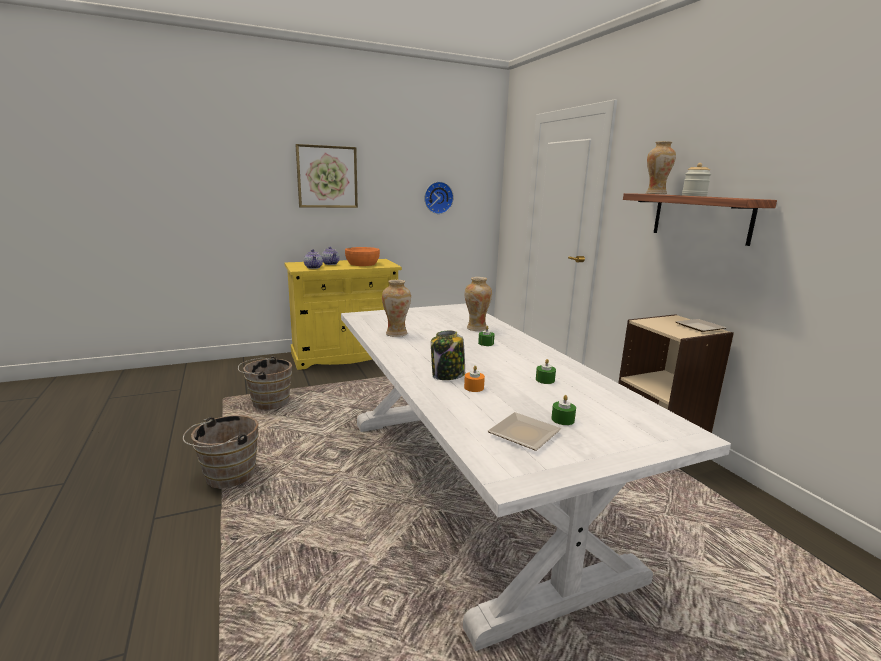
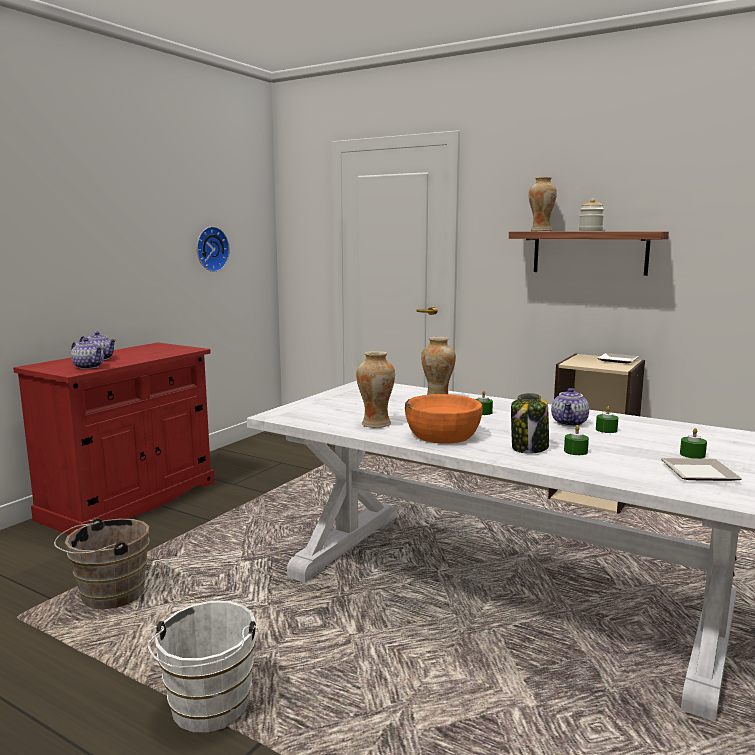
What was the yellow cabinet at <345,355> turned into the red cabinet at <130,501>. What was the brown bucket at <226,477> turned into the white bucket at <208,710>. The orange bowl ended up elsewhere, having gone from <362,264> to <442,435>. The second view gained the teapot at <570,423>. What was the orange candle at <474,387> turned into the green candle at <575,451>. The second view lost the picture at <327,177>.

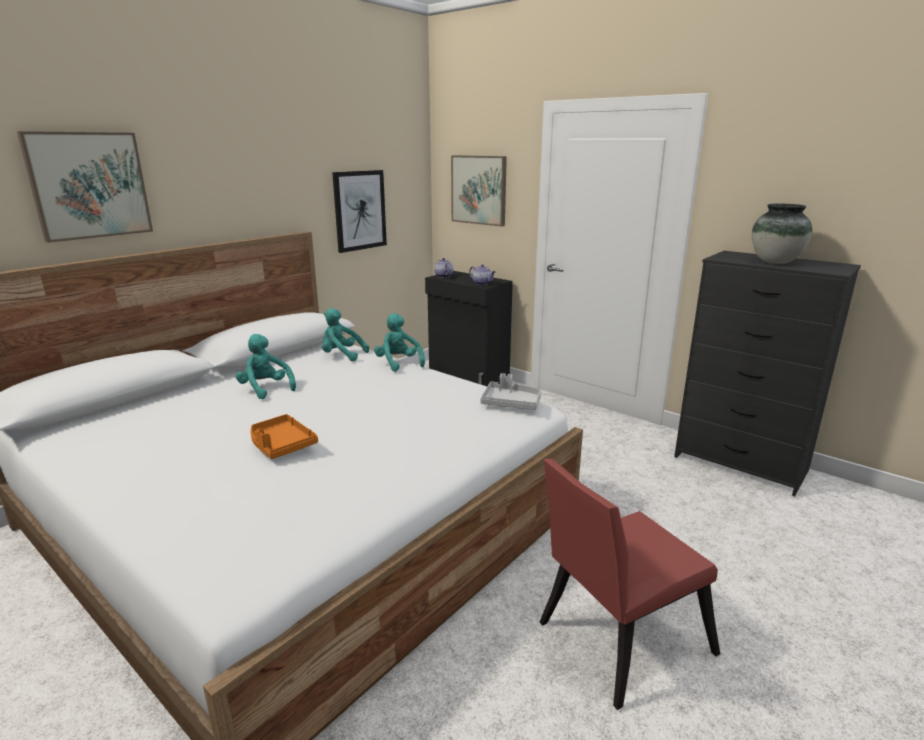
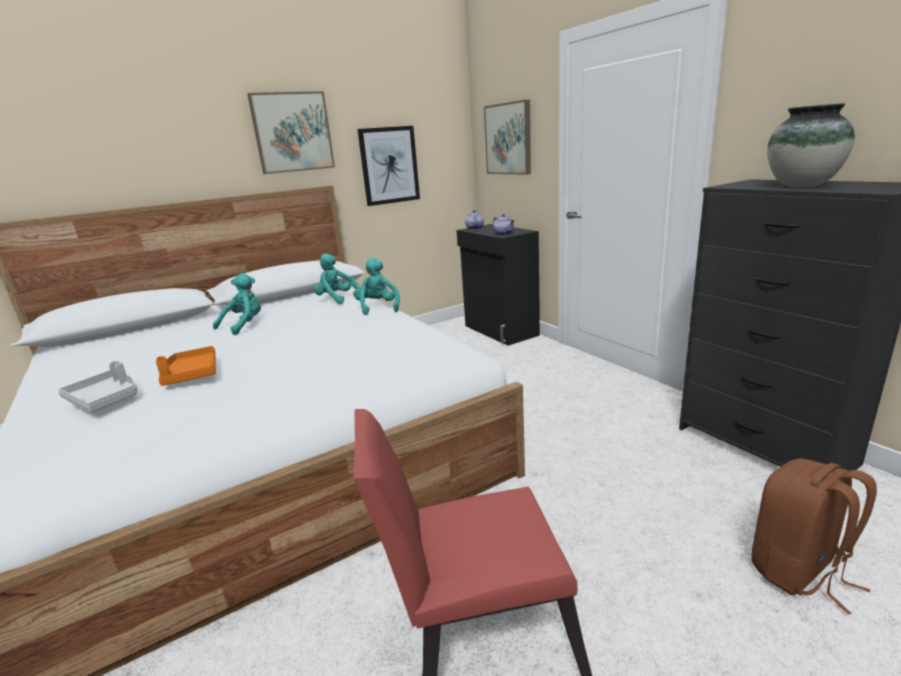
The grey tray ended up elsewhere, having gone from <511,403> to <106,399>. The turquoise plush toy at <265,389> ended up facing another way, 60 degrees clockwise from before. The picture ended up elsewhere, having gone from <89,185> to <292,132>. The second view gained the brown backpack at <799,571>.

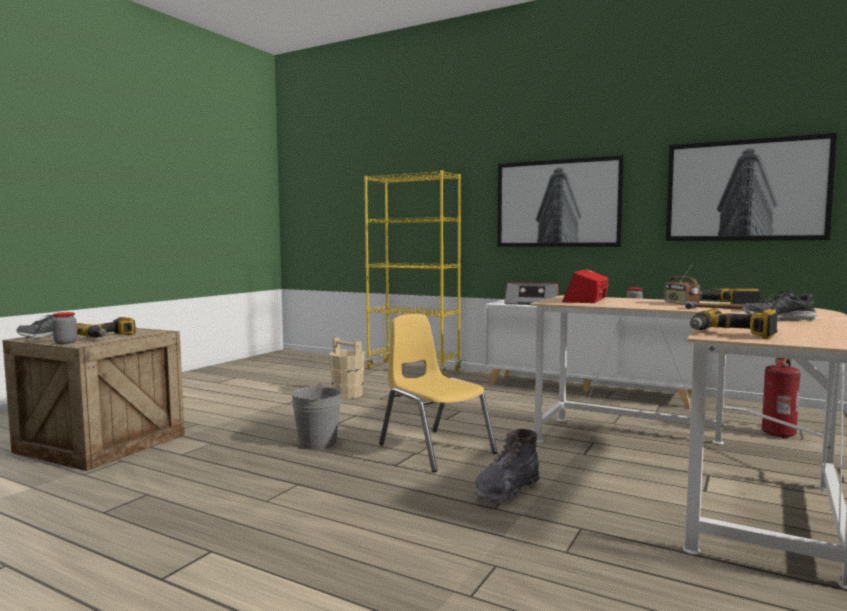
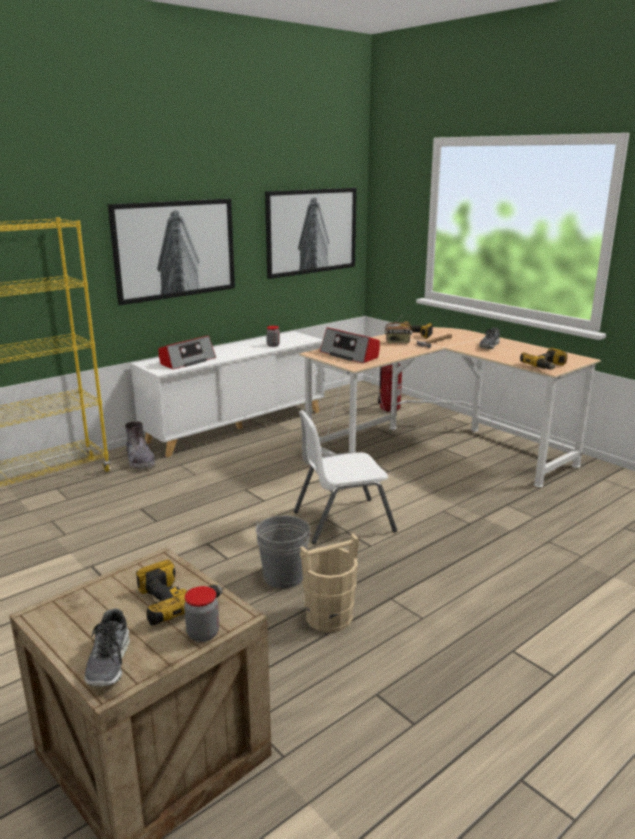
The grey boot ended up elsewhere, having gone from <506,491> to <140,461>. What was the yellow chair at <435,449> turned into the white chair at <342,521>. The beige bucket ended up elsewhere, having gone from <347,394> to <328,617>.

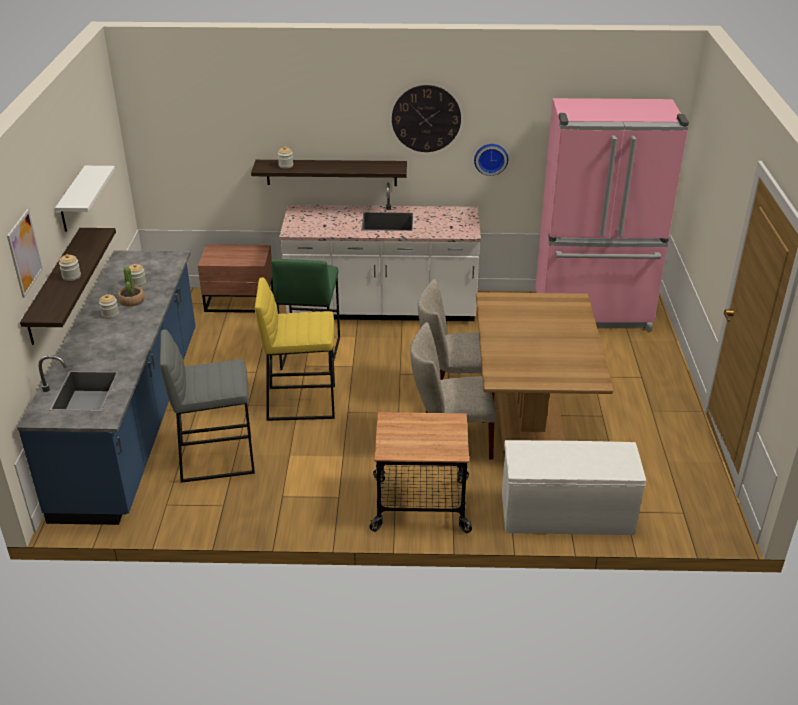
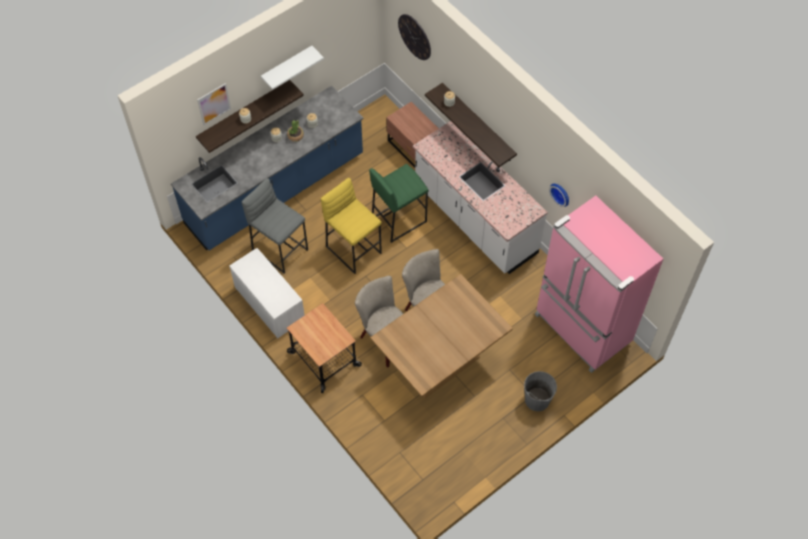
The white bench ended up elsewhere, having gone from <565,514> to <268,303>. The wall clock ended up elsewhere, having gone from <426,118> to <414,37>. The second view gained the grey bucket at <537,400>.

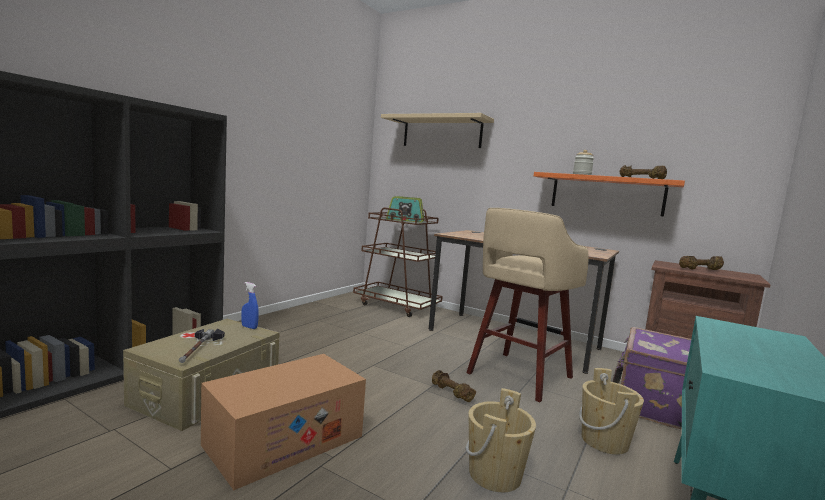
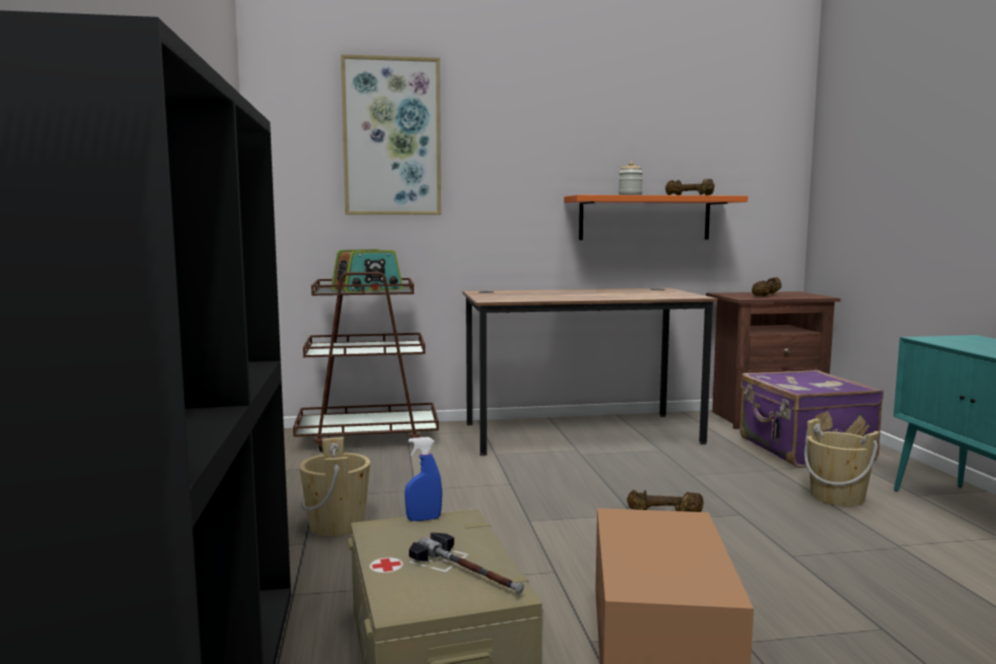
The beige bucket ended up elsewhere, having gone from <495,474> to <337,525>. Where the beige shelf hung at <442,133>, the picture came to hang at <392,137>. The second view lost the beige stool at <517,376>.

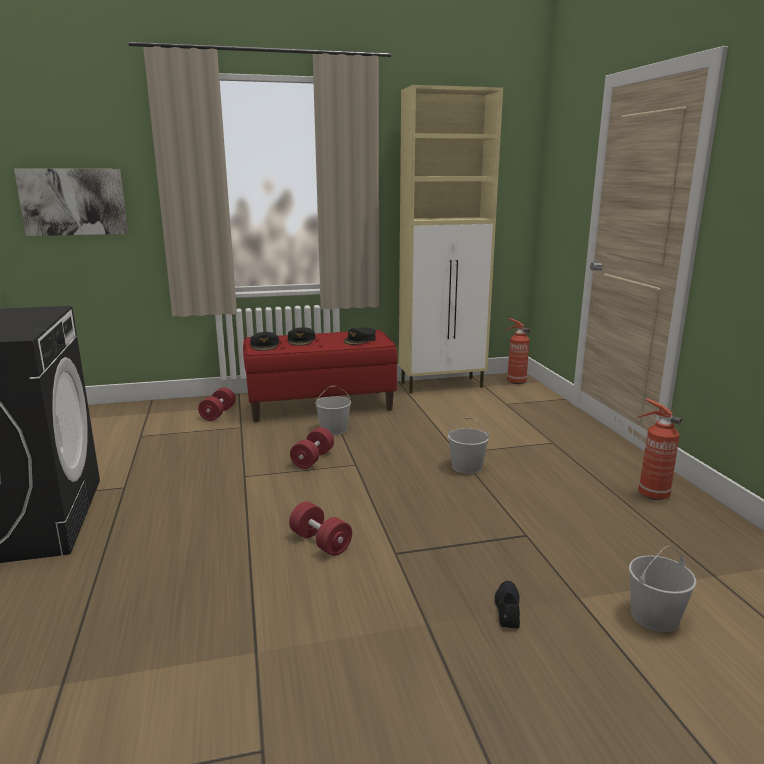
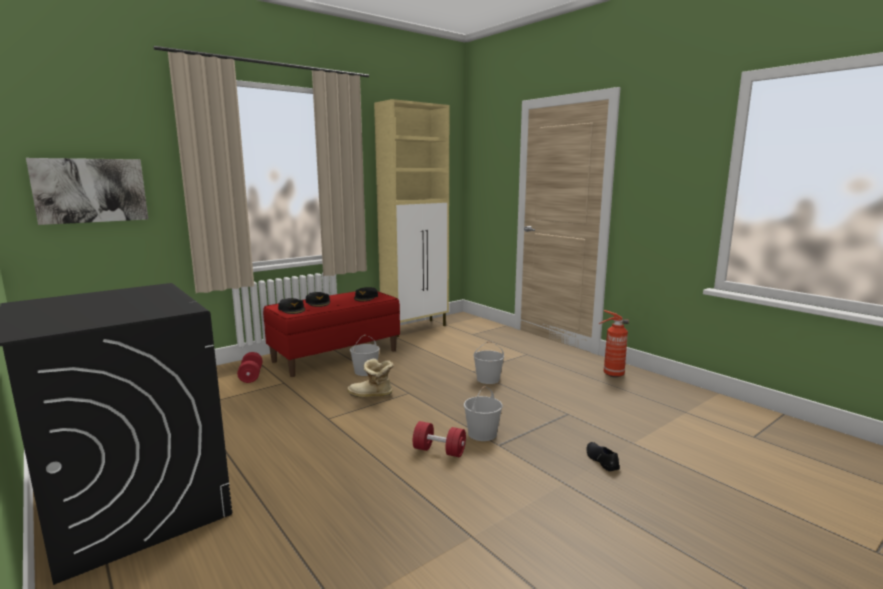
Where the red dumbbell stood at <313,459>, the boot came to stand at <371,395>. The white bucket ended up elsewhere, having gone from <655,615> to <482,433>. The second view lost the fire extinguisher at <515,381>.

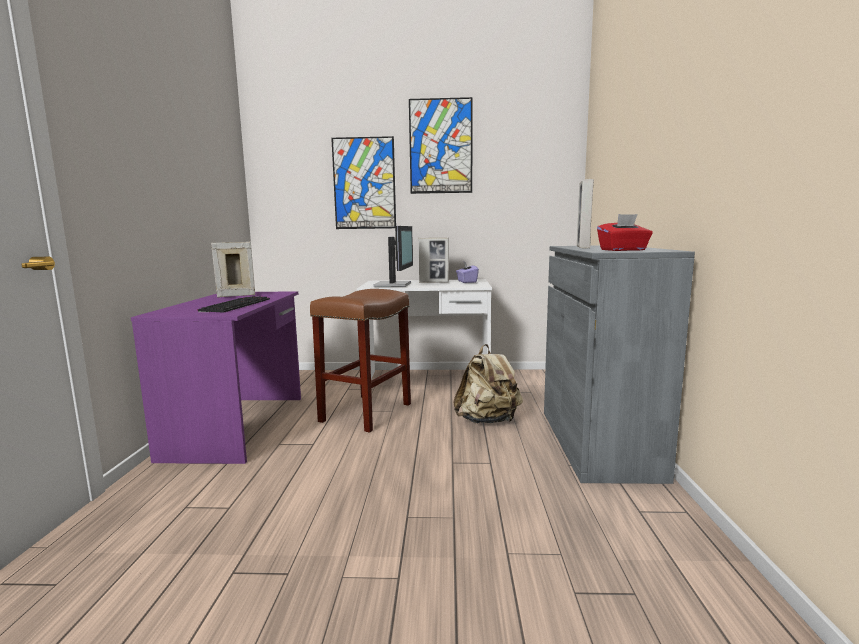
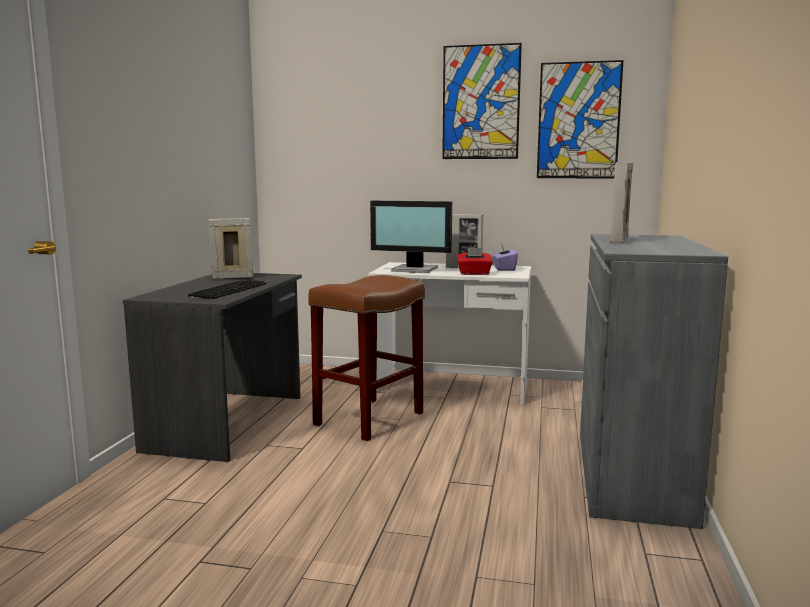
What was the purple desk at <240,425> turned into the grey desk at <229,422>. The monitor at <394,284> ended up facing another way, 90 degrees clockwise from before. The red tissue box ended up elsewhere, having gone from <623,250> to <474,273>. The picture ended up elsewhere, having gone from <364,183> to <578,121>. The second view lost the beige backpack at <488,421>.

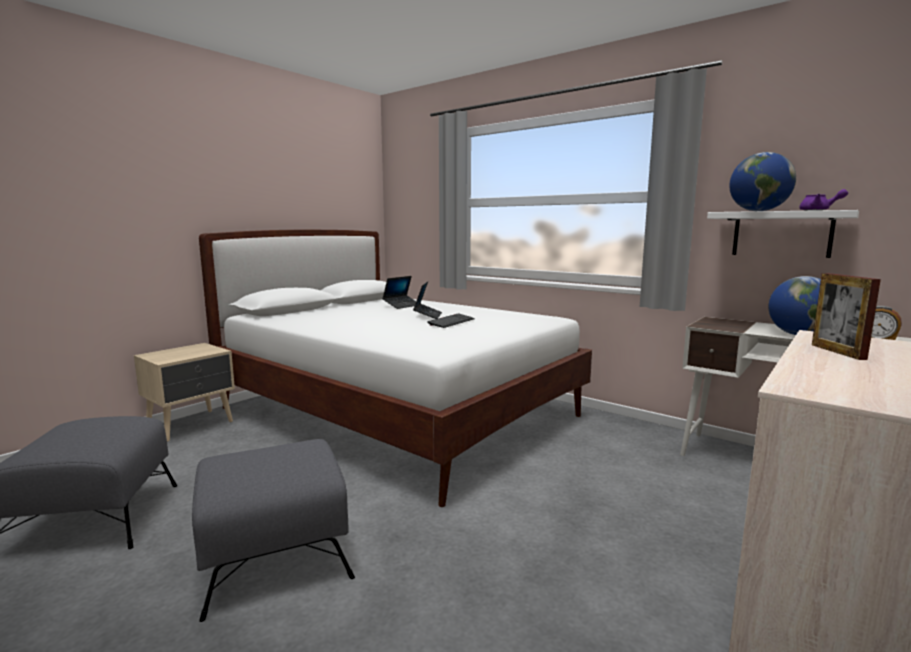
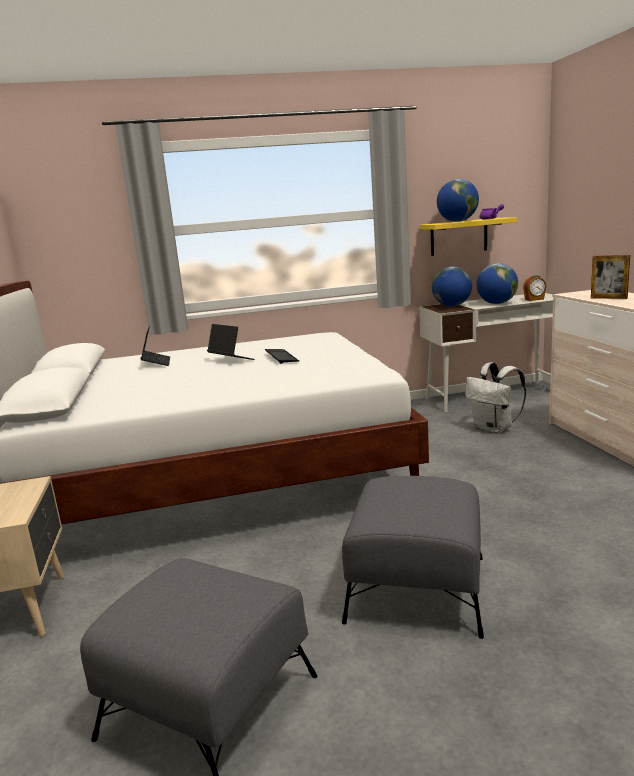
What was the white shelf at <781,234> turned into the yellow shelf at <458,237>. The second view gained the globe at <452,306>. The second view gained the white backpack at <494,428>.

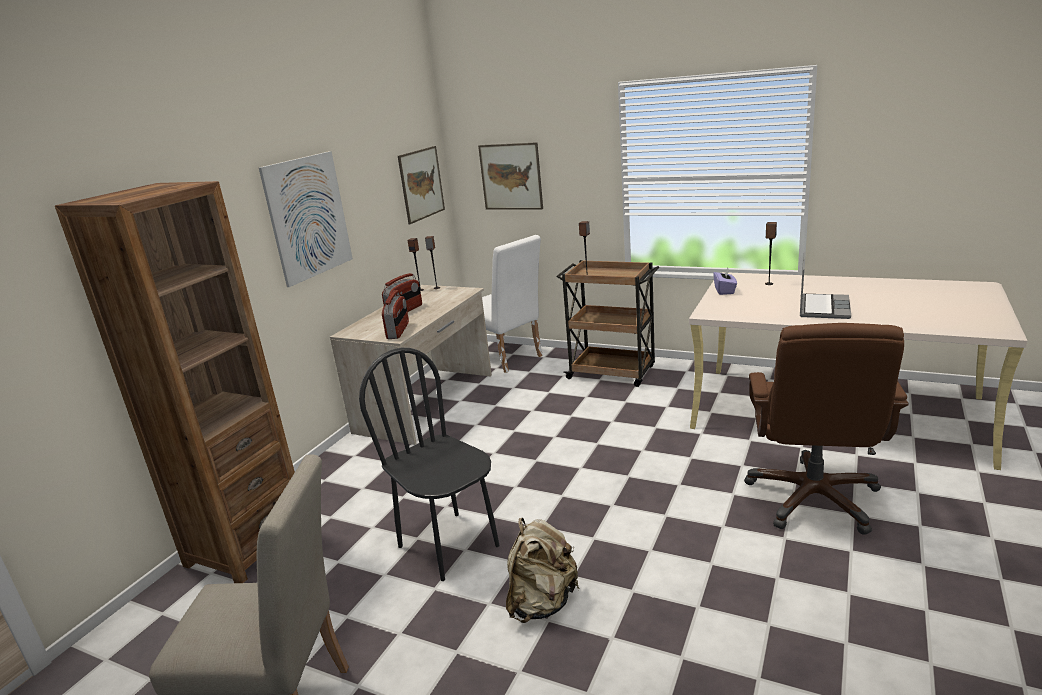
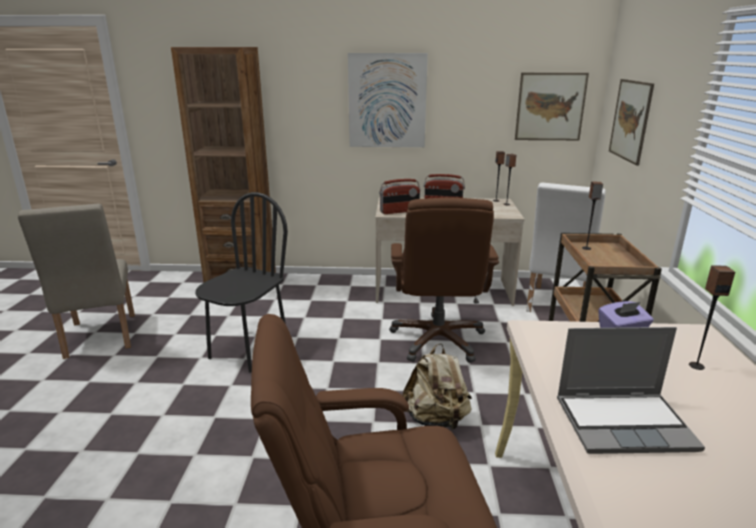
The second view gained the brown office chair at <438,340>. The beige backpack ended up elsewhere, having gone from <542,603> to <436,419>.

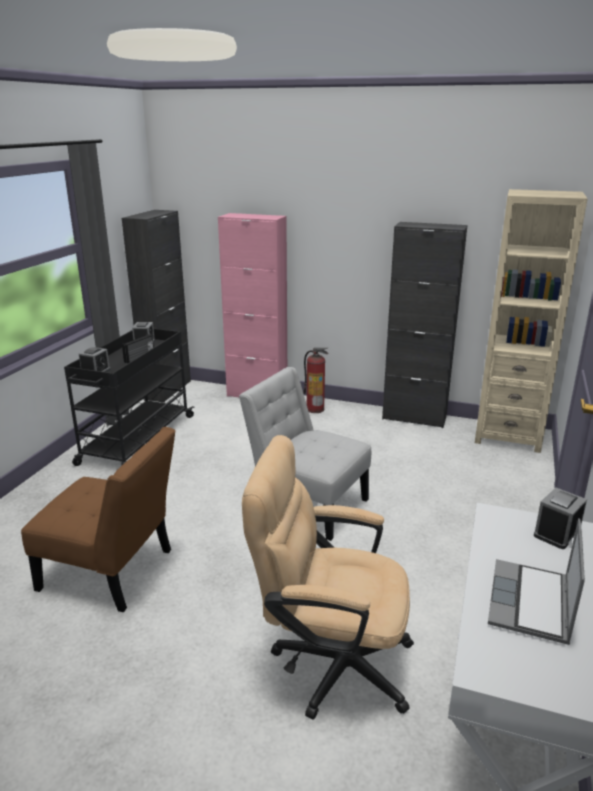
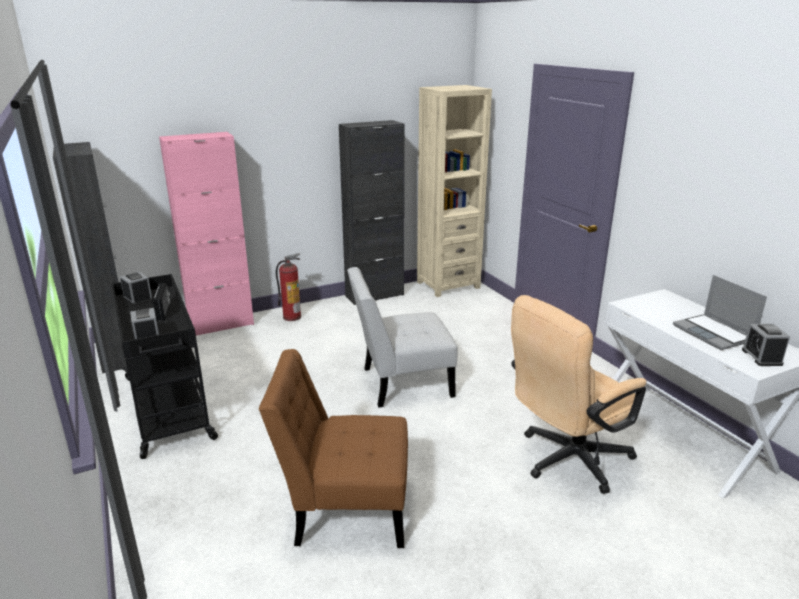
The brown chair at <112,572> ended up facing another way, 150 degrees counterclockwise from before. The alarm clock ended up elsewhere, having gone from <557,533> to <761,357>.

